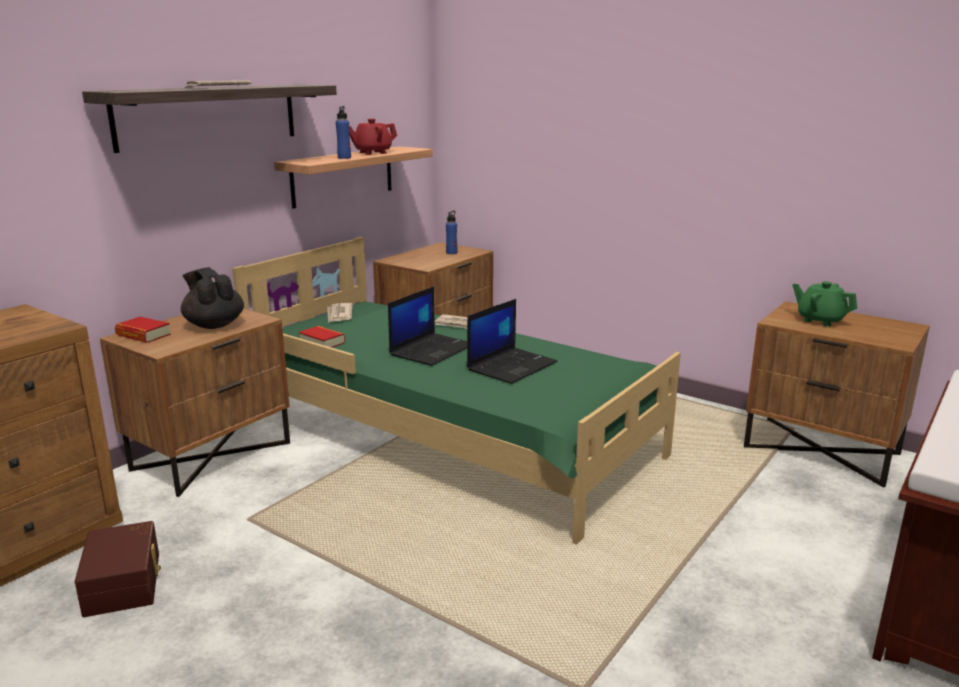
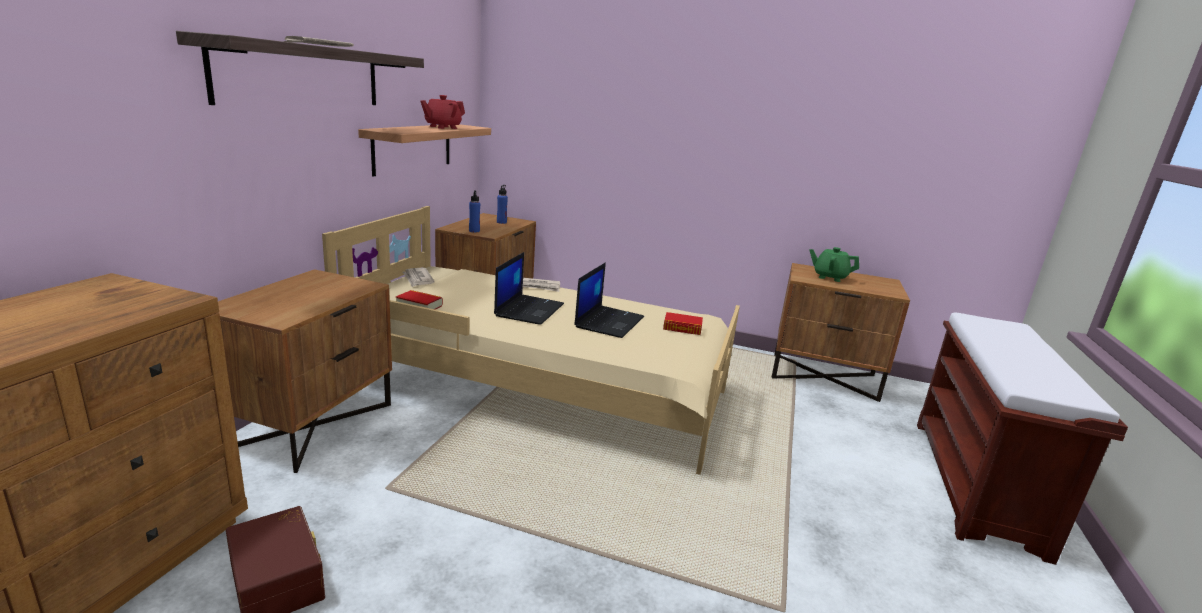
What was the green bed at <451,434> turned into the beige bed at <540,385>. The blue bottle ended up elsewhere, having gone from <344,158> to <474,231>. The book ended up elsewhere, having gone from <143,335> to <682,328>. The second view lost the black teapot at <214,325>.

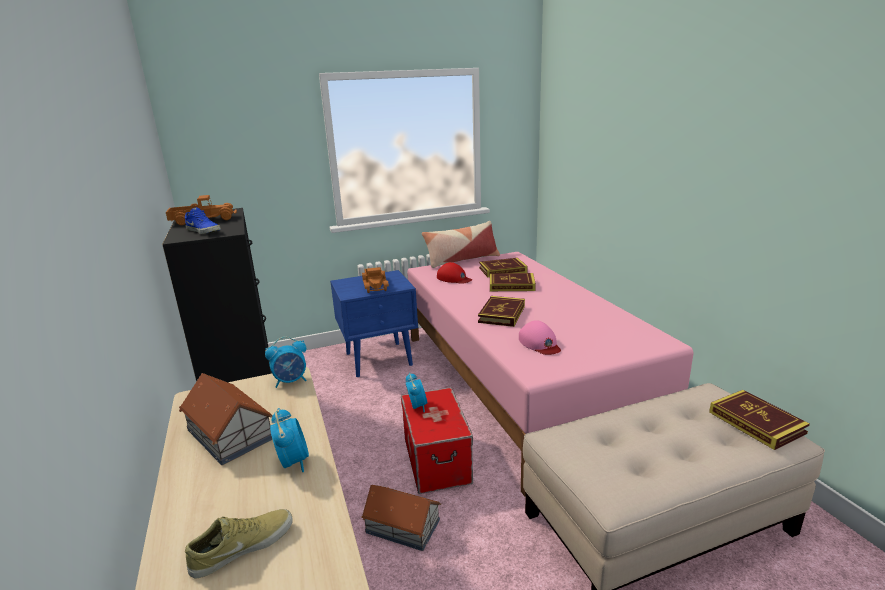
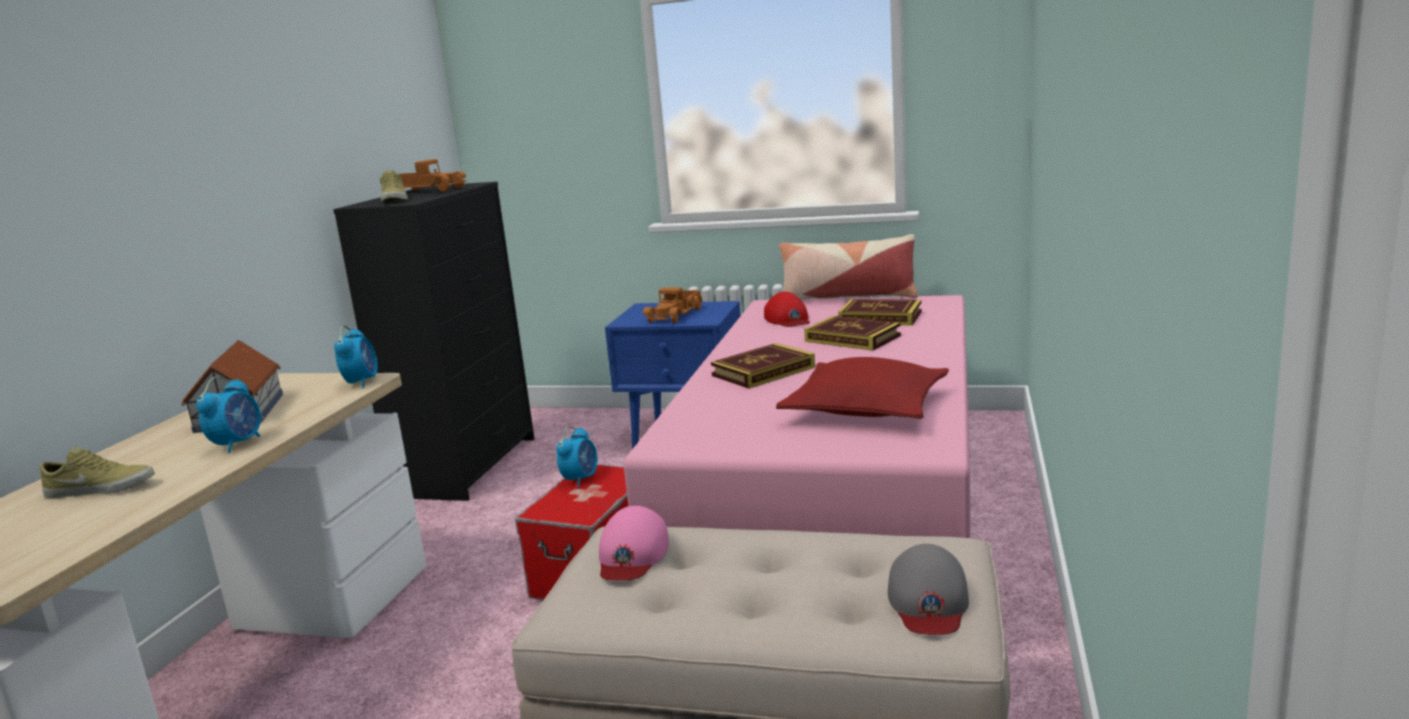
The alarm clock at <291,381> ended up facing another way, 105 degrees counterclockwise from before. What was the blue shoe at <204,231> turned into the beige shoe at <395,200>. The pink cap ended up elsewhere, having gone from <539,343> to <632,555>. The second view gained the red pillow at <866,408>. Where the book stood at <756,422>, the grey cap came to stand at <928,601>. The second view lost the toy house at <402,525>.

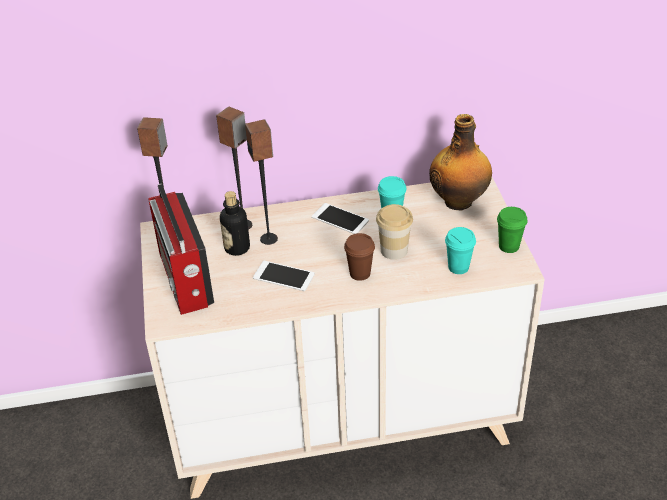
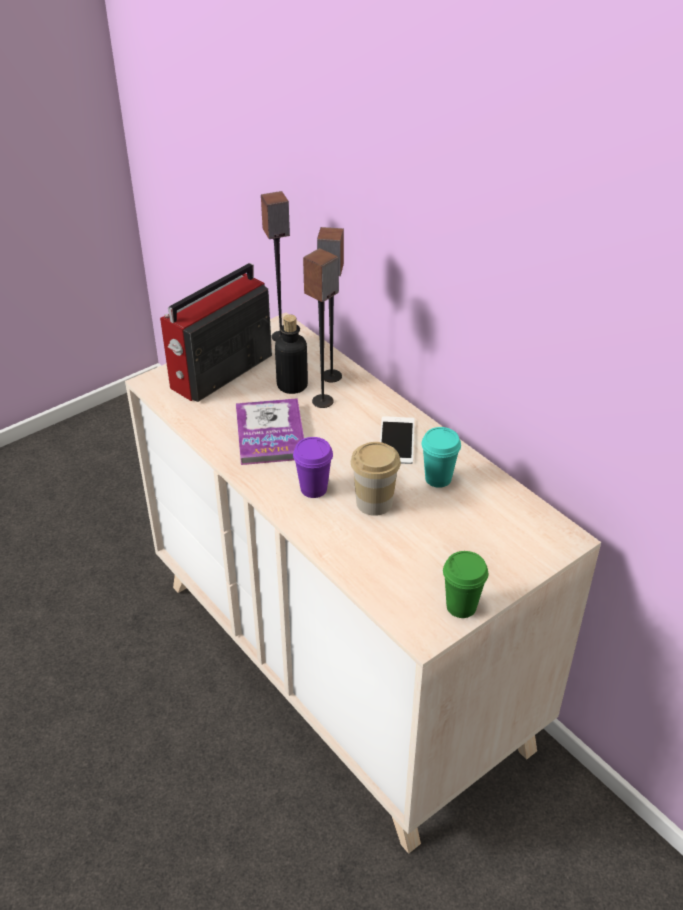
Where the phone stood at <283,276>, the book came to stand at <270,434>. What was the brown cup at <360,273> turned into the purple cup at <313,489>. The second view lost the bottle at <459,201>. The second view lost the turquoise cup at <458,267>.

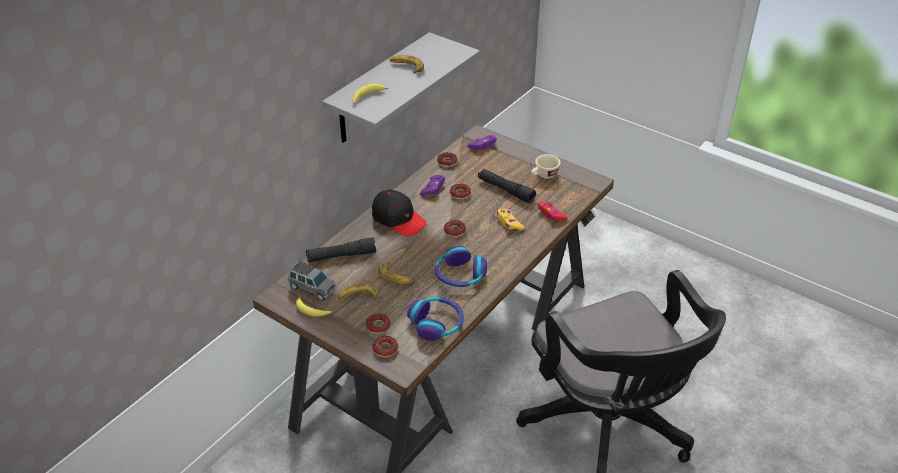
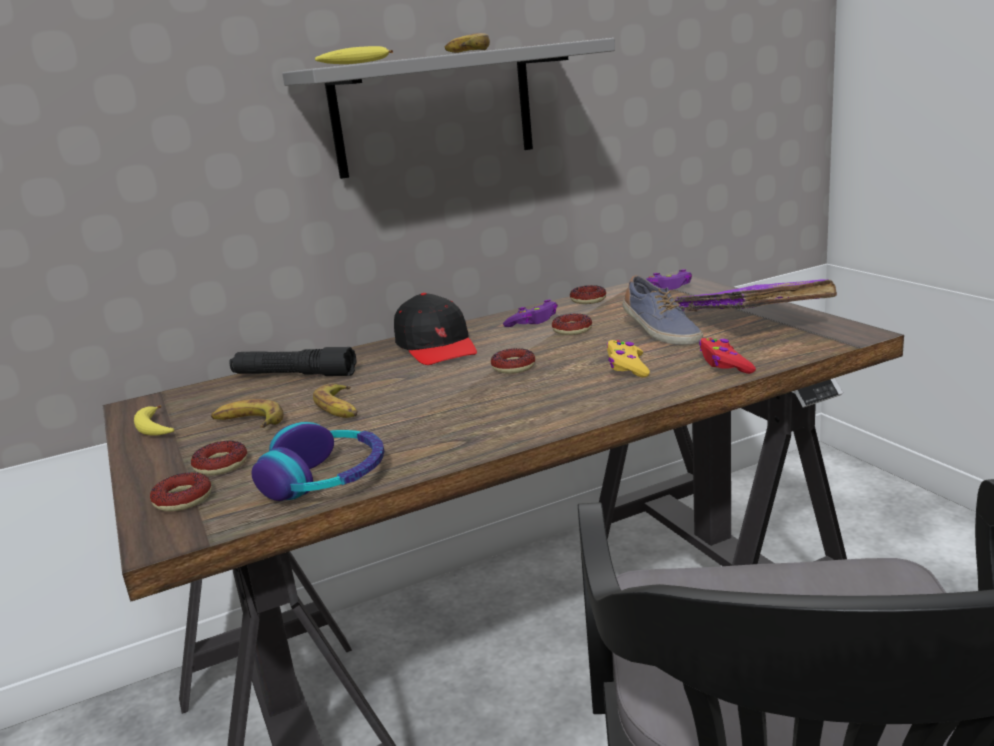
Where the black flashlight stood at <505,190>, the shoe came to stand at <659,332>. Where the beige cup stood at <544,176>, the purple book came to stand at <751,321>. The second view lost the grey toy car at <312,289>. The second view lost the headphones at <460,275>.

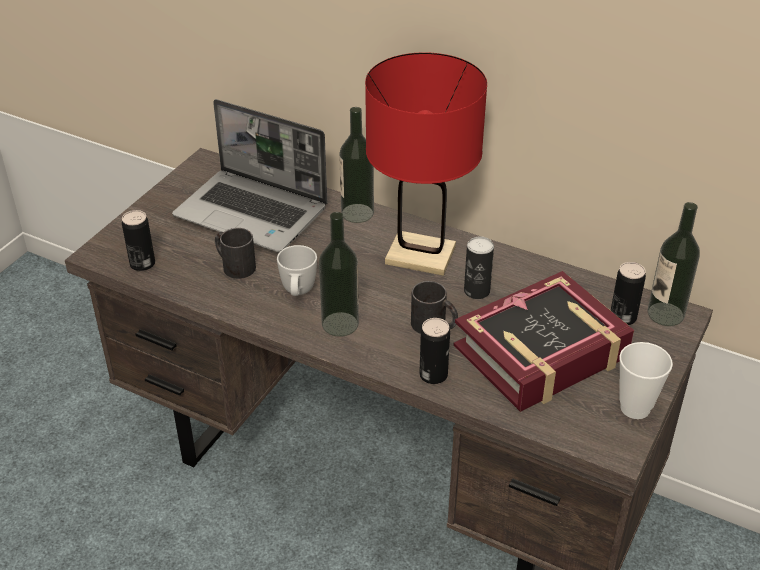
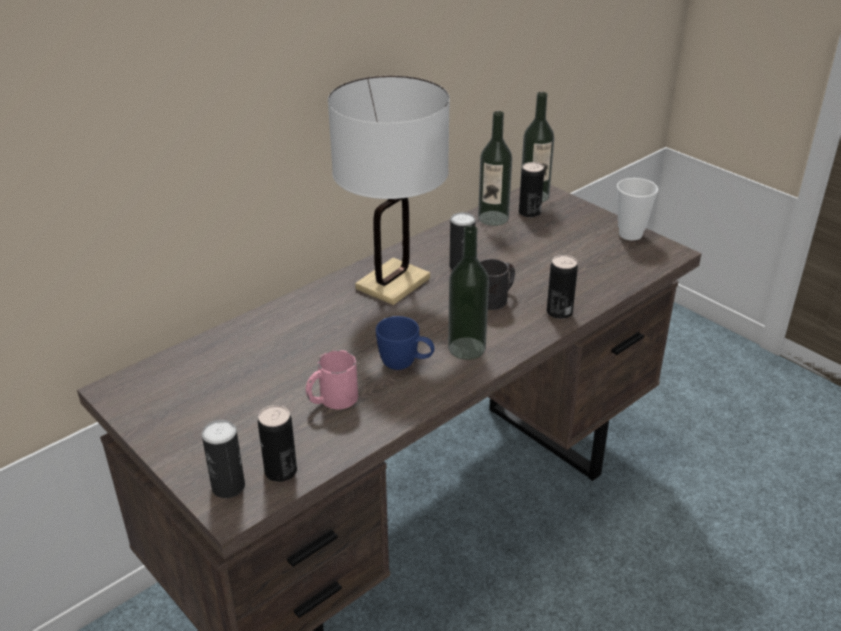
The second view gained the can at <228,487>. What was the black mug at <234,265> turned into the pink mug at <332,400>. What was the red table lamp at <420,255> turned into the white table lamp at <393,283>. What was the white mug at <298,293> turned into the blue mug at <406,365>. The bottle ended up elsewhere, having gone from <357,213> to <493,218>. The second view lost the laptop at <253,213>. The second view lost the book at <541,353>.

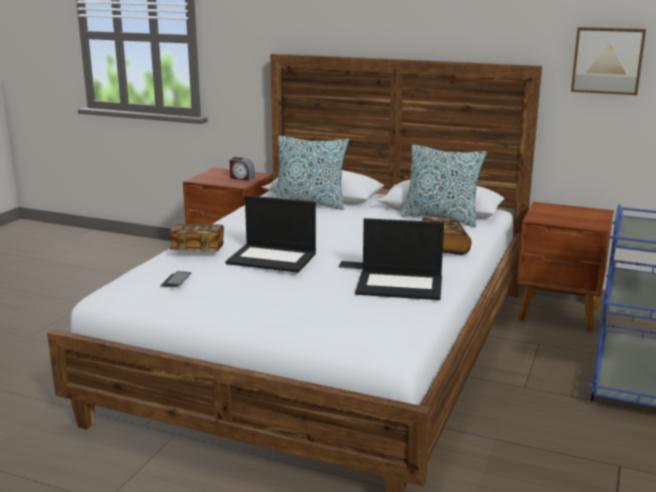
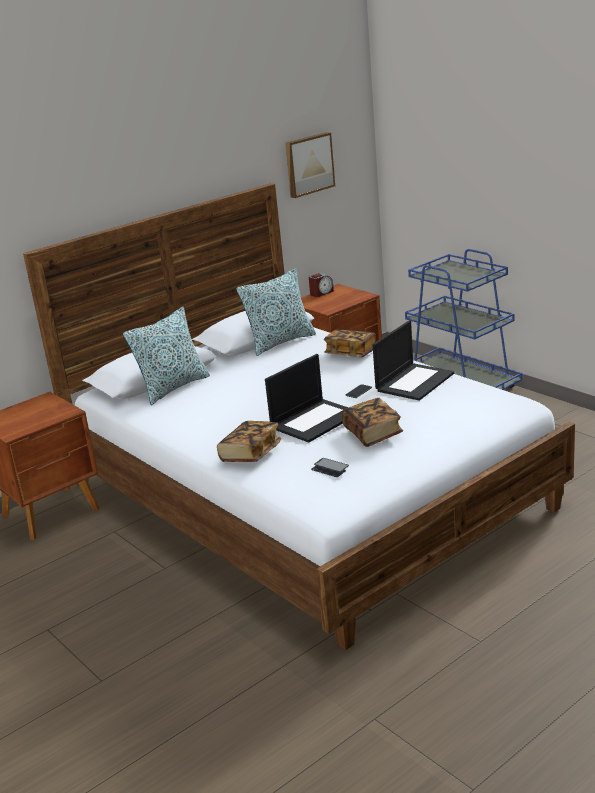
The alarm clock ended up elsewhere, having gone from <241,178> to <321,293>. The second view gained the book at <373,434>.

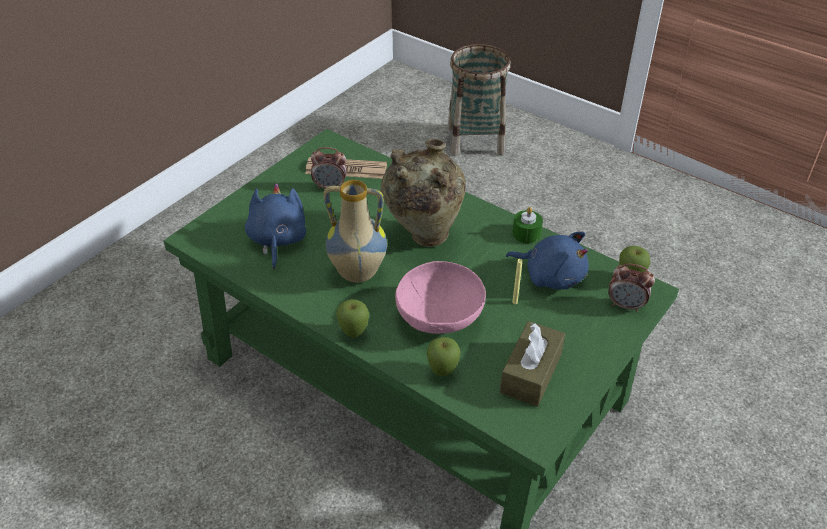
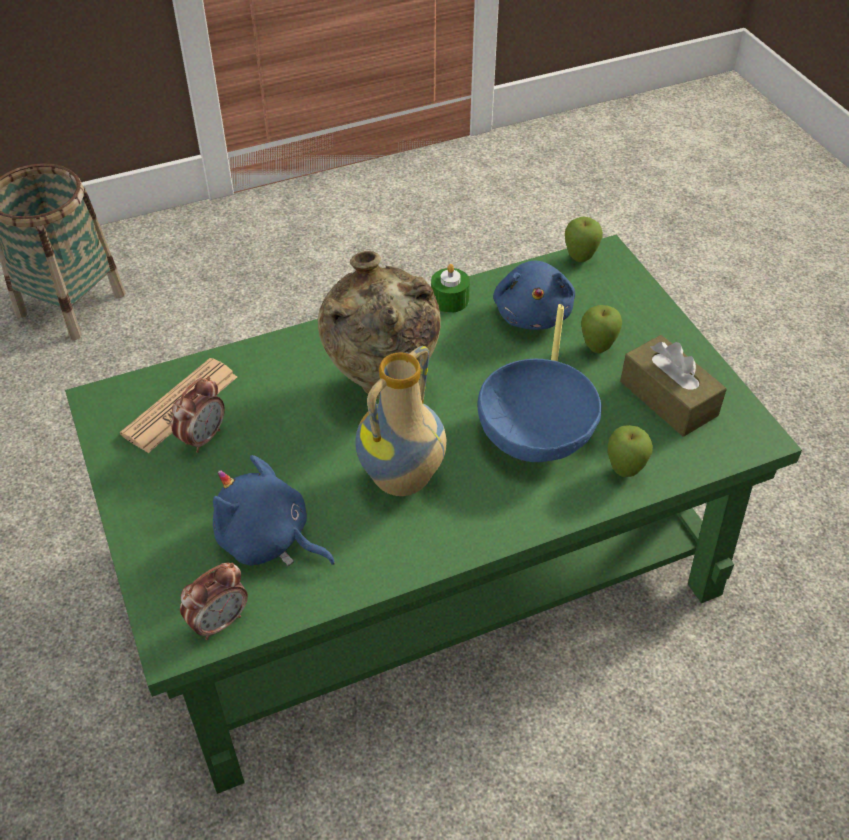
The alarm clock ended up elsewhere, having gone from <626,305> to <219,622>. What was the pink bowl at <440,318> turned into the blue bowl at <536,435>. The blue plush toy at <551,276> ended up facing another way, 120 degrees clockwise from before. The apple ended up elsewhere, having gone from <354,334> to <597,348>.

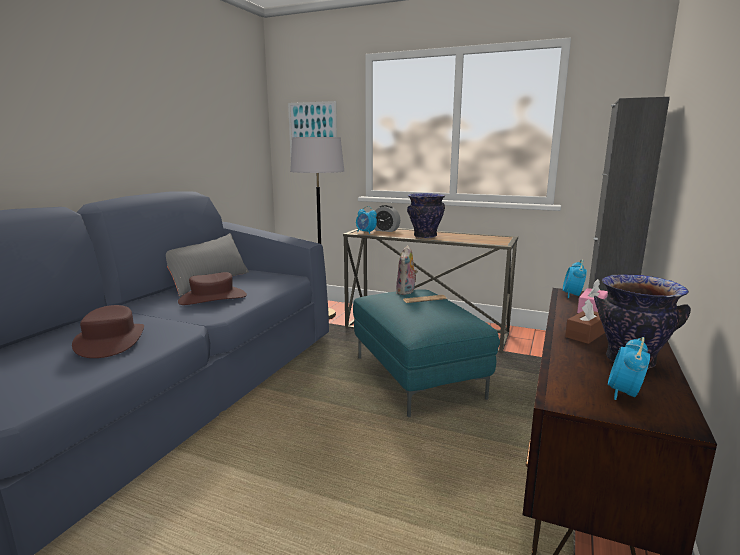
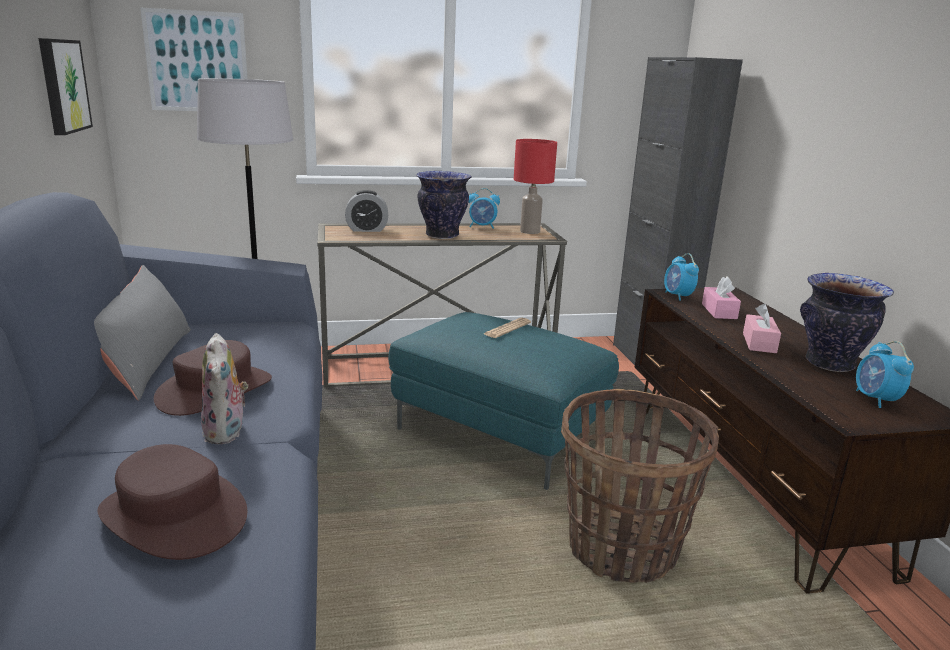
The second view gained the picture at <62,85>. The plush toy ended up elsewhere, having gone from <406,292> to <227,433>. The alarm clock ended up elsewhere, having gone from <366,232> to <482,227>. The second view gained the red table lamp at <529,231>. The second view gained the basket at <622,548>. What was the brown tissue box at <585,334> turned into the pink tissue box at <759,343>.

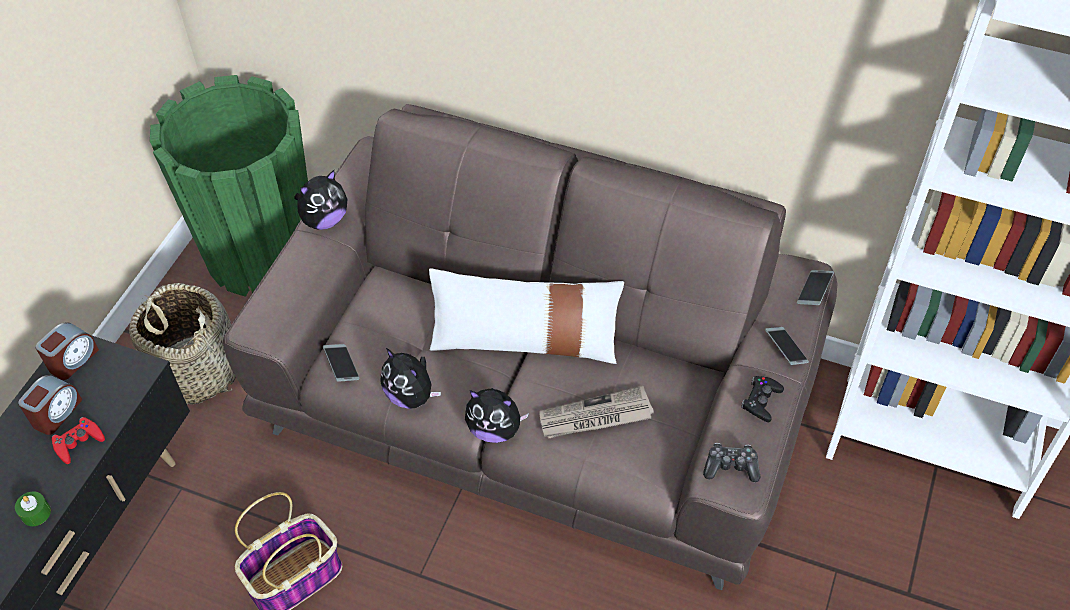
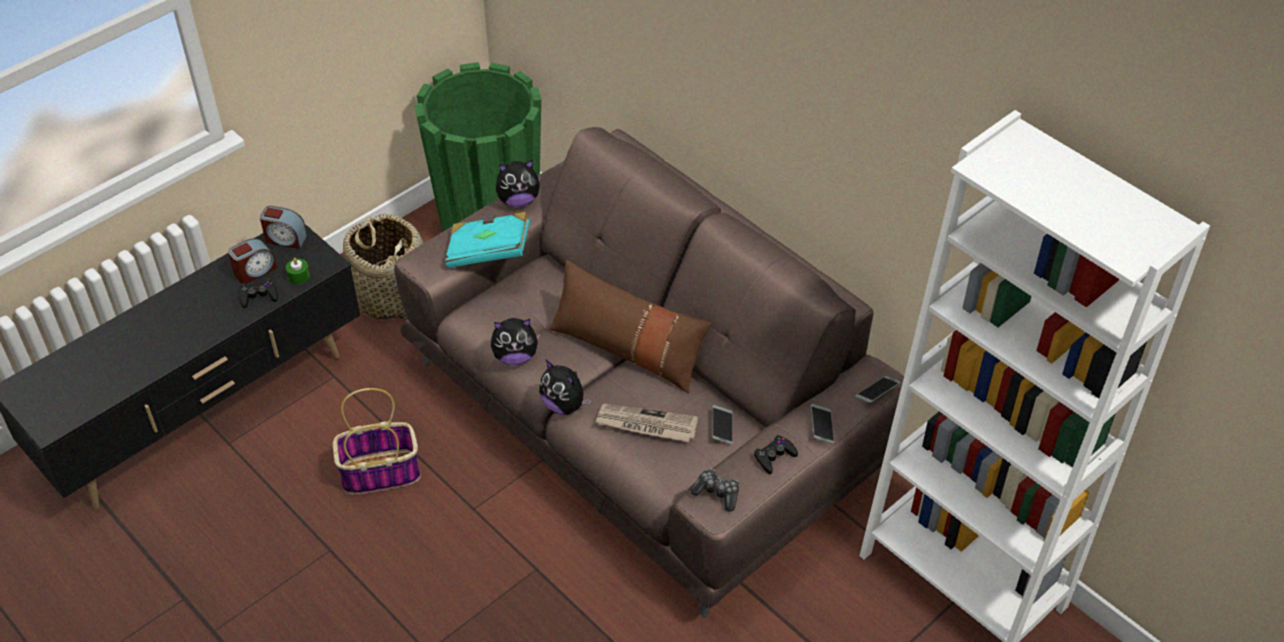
What was the red game controller at <78,442> turned into the black game controller at <258,296>. The alarm clock at <73,360> ended up facing another way, 45 degrees clockwise from before. The green candle ended up elsewhere, having gone from <36,513> to <299,276>. The second view gained the turquoise book at <488,252>. The plush toy at <411,395> ended up facing another way, 75 degrees counterclockwise from before. What was the white pillow at <525,340> turned into the brown pillow at <627,349>. The phone ended up elsewhere, having gone from <341,365> to <722,427>.

